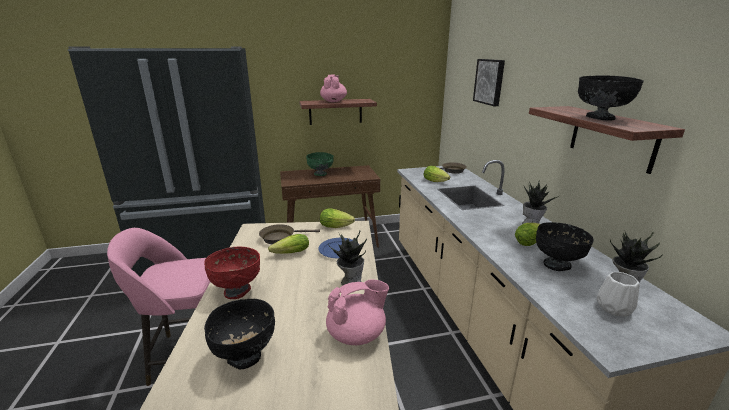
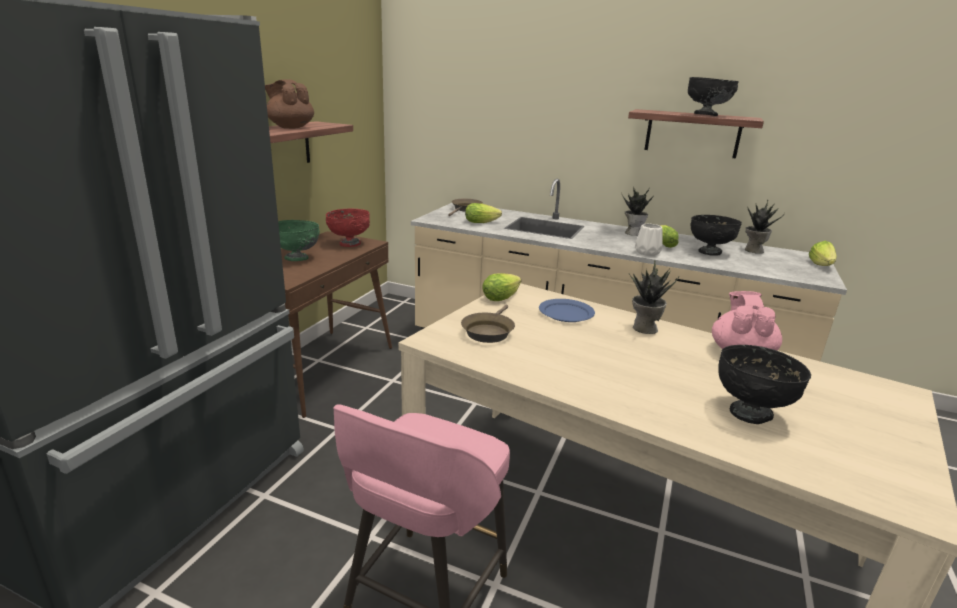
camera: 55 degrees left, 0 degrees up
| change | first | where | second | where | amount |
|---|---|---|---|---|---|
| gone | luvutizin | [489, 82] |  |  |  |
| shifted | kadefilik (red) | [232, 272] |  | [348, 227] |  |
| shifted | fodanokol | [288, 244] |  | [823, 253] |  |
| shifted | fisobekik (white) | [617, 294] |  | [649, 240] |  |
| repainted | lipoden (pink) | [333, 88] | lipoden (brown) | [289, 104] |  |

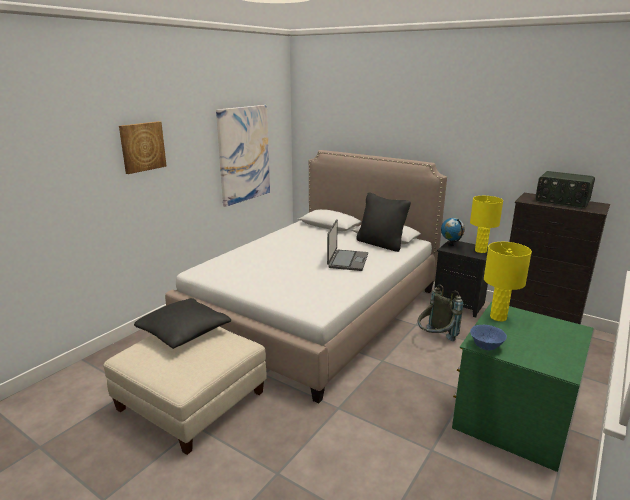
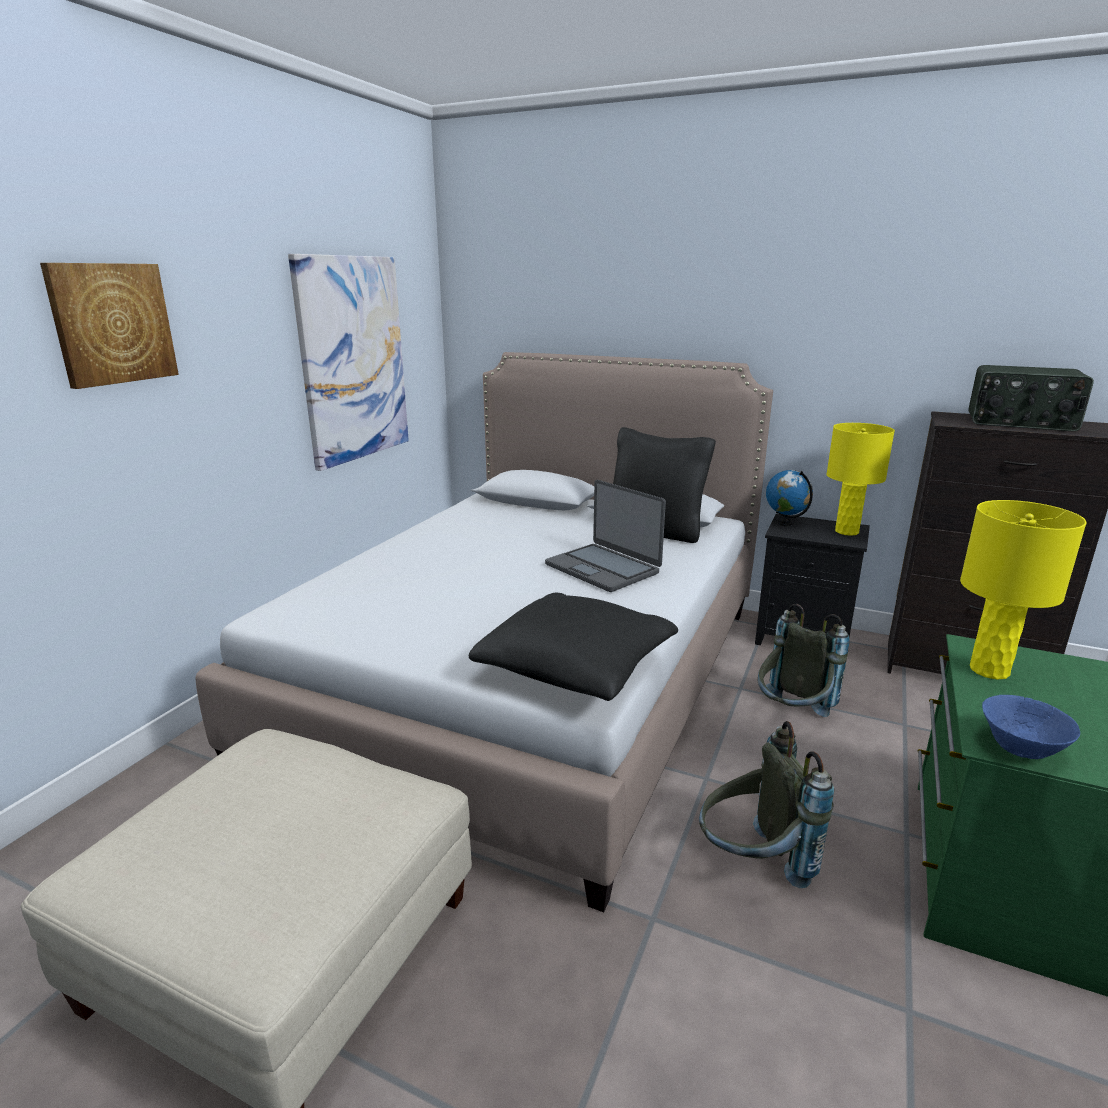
camera: 10 degrees left, 0 degrees up
| change | first | where | second | where | amount |
|---|---|---|---|---|---|
| new |  |  | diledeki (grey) | [766, 804] |  |
| shifted | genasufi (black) | [182, 323] |  | [573, 646] |  |
| rotated | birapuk | [347, 245] |  | [605, 536] | 135 degrees clockwise |

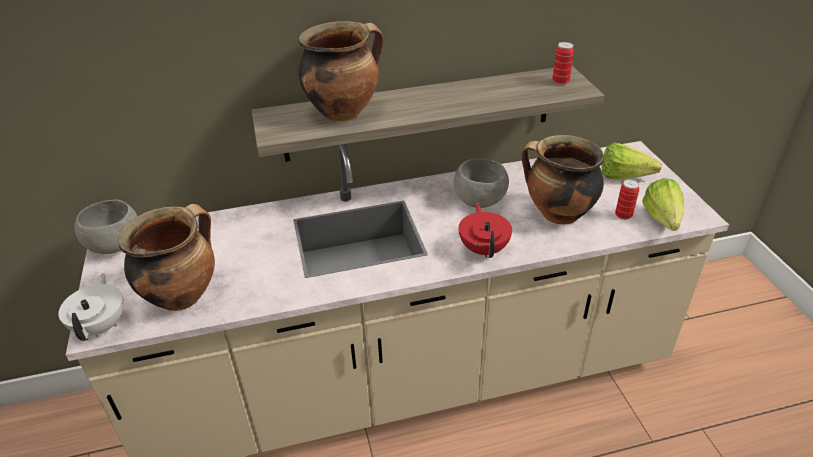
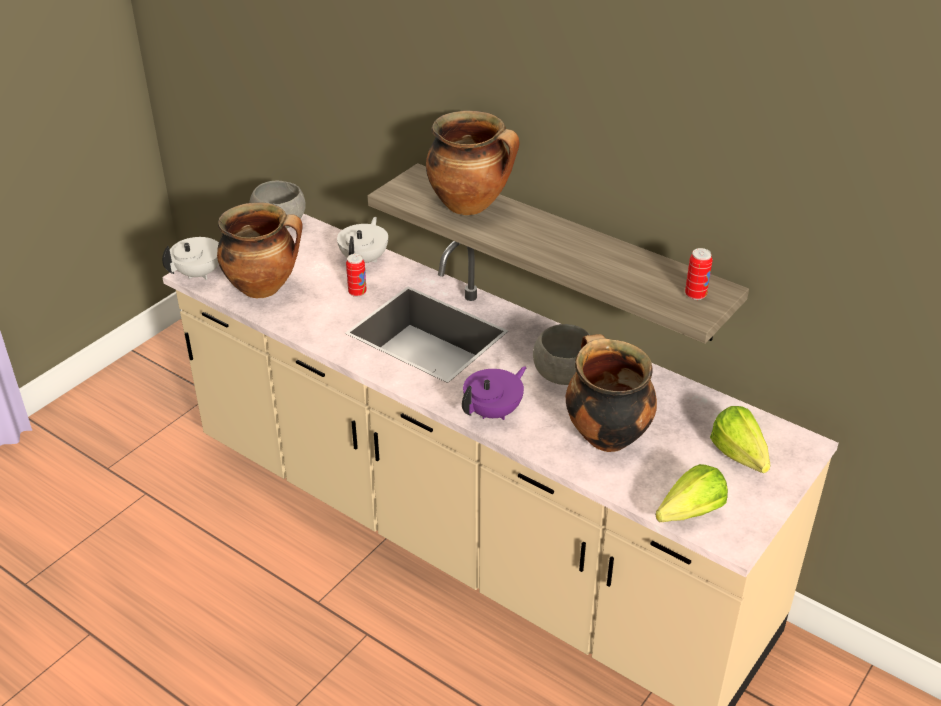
camera: 50 degrees right, 0 degrees up
| change | first | where | second | where | amount |
|---|---|---|---|---|---|
| new |  |  | lipoden (white) | [362, 240] |  |
| shifted | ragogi | [627, 199] |  | [356, 275] |  |
| repainted | lipoden (red) | [485, 230] | lipoden (purple) | [494, 393] |  |

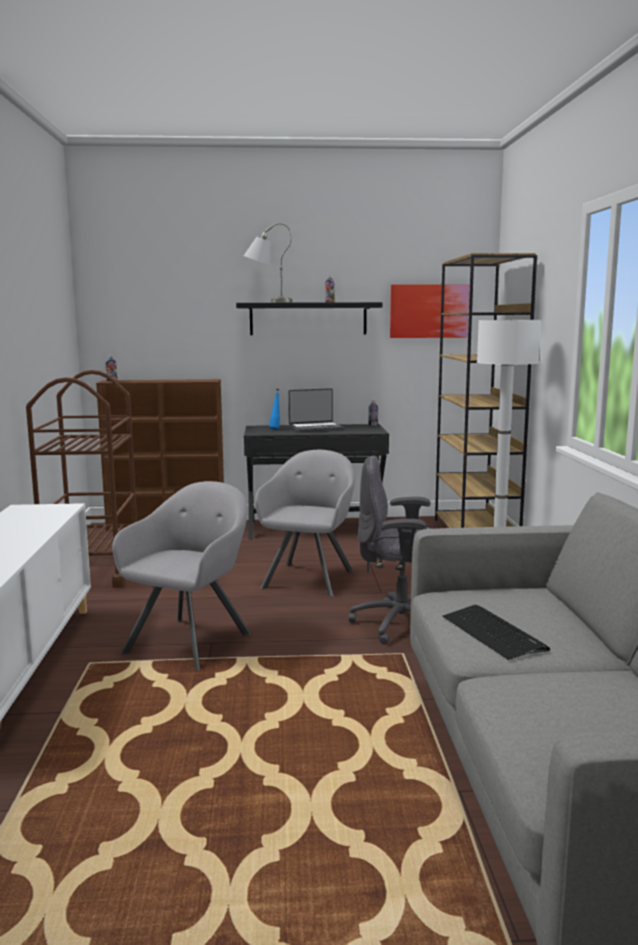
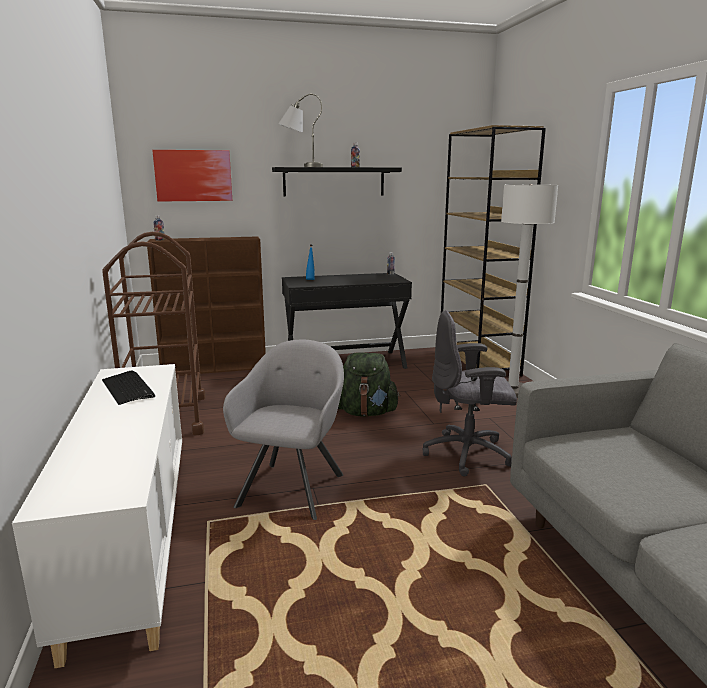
camera: 10 degrees left, 5 degrees up
| change | first | where | second | where | amount |
|---|---|---|---|---|---|
| gone | birapuk | [316, 410] |  |  |  |
| shifted | luvutizin | [429, 311] |  | [192, 176] |  |
| shifted | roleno | [496, 632] |  | [128, 388] |  |
| swapped | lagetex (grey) | [305, 523] | diledeki (green) | [369, 384] |  |

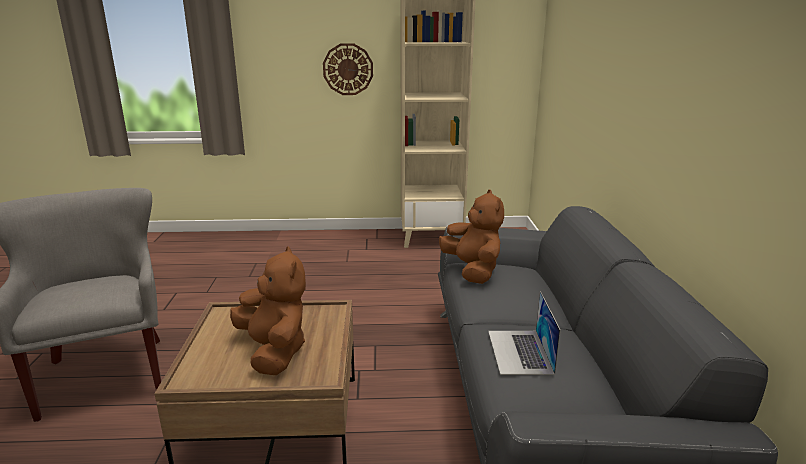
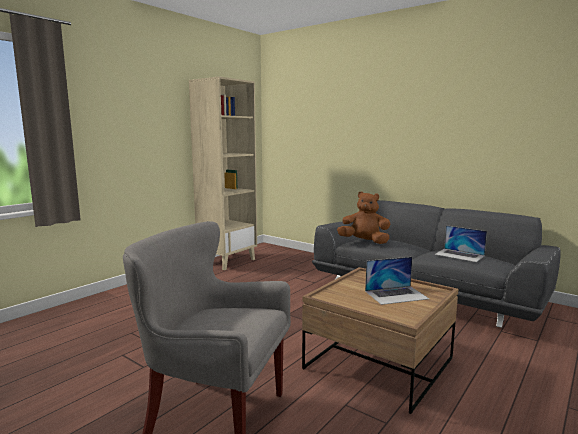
camera: 50 degrees left, 10 degrees down
| change | first | where | second | where | amount |
|---|---|---|---|---|---|
| gone | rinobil | [348, 69] |  |  |  |
| swapped | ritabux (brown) | [268, 310] | birapuk | [397, 281] |  |

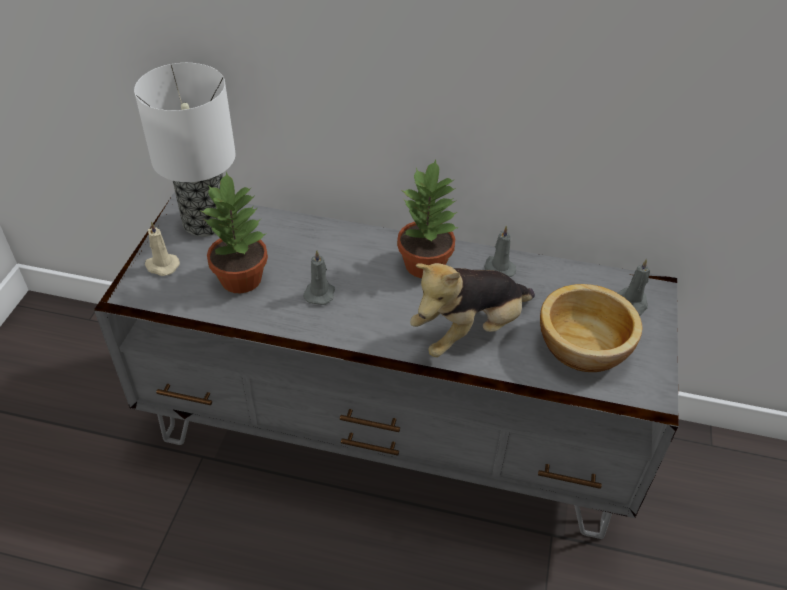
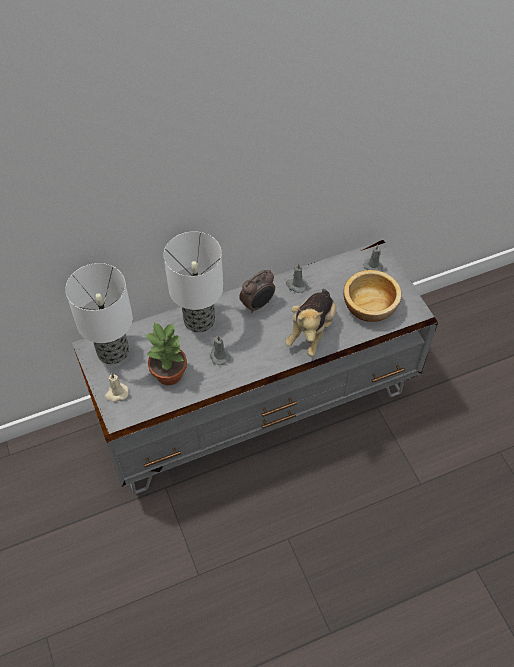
camera: 35 degrees left, 10 degrees up
| change | first | where | second | where | amount |
|---|---|---|---|---|---|
| new |  |  | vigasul | [193, 282] |  |
| swapped | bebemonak | [428, 219] | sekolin | [257, 292] |  |

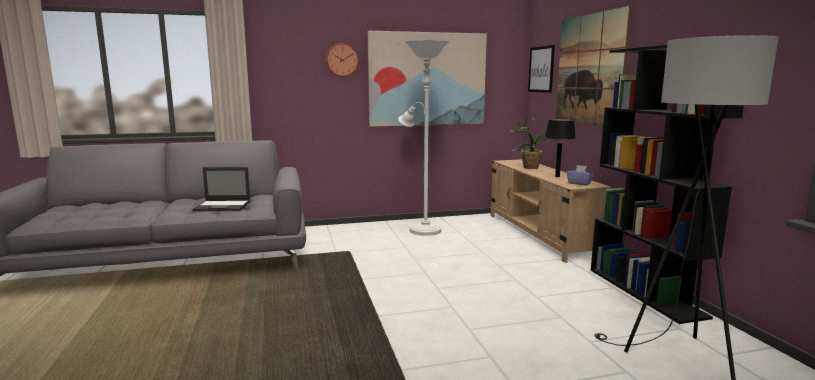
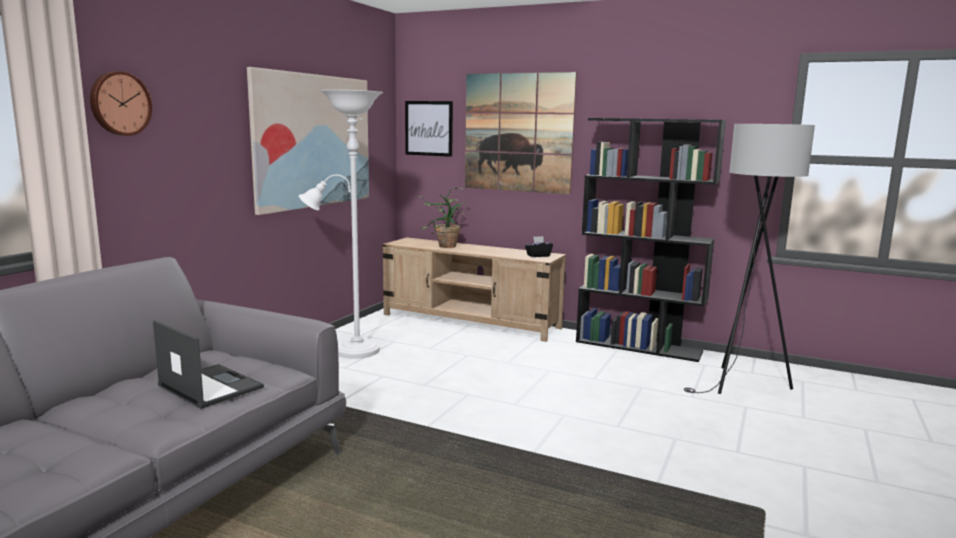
camera: 50 degrees left, 0 degrees up
| change | first | where | second | where | amount |
|---|---|---|---|---|---|
| gone | vigasul (black) | [560, 148] |  |  |  |
| shifted | rinobil | [342, 60] |  | [121, 103] |  |
| repainted | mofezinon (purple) | [580, 175] | mofezinon (black) | [539, 246] |  |
| rotated | birapuk | [221, 189] |  | [208, 364] | 90 degrees counterclockwise |

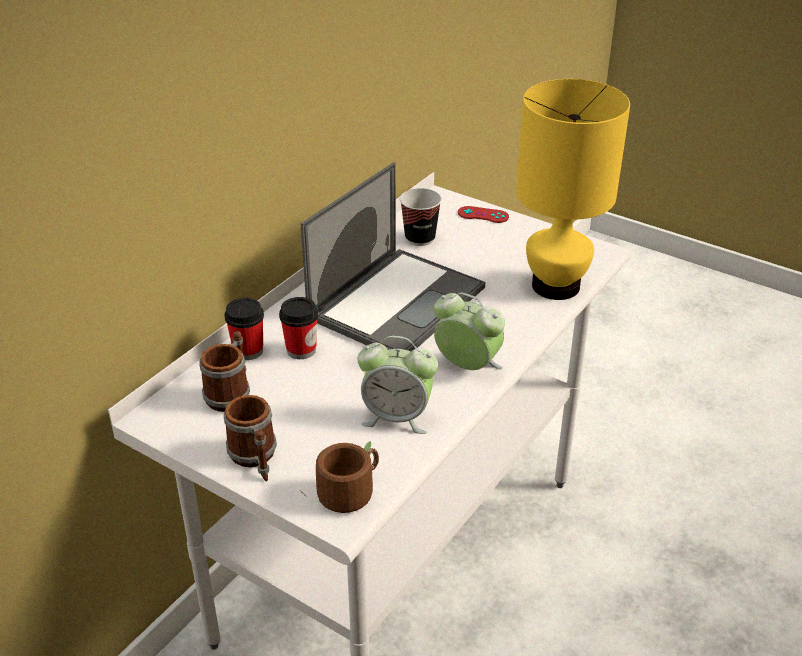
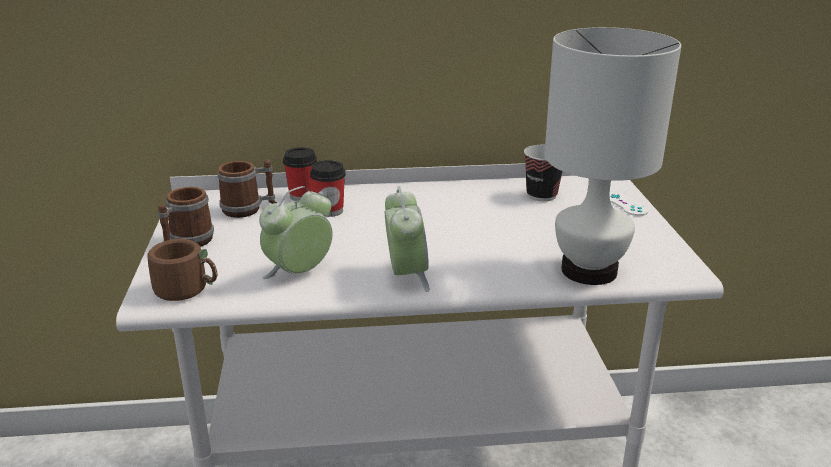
camera: 50 degrees right, 10 degrees down
| change | first | where | second | where | amount |
|---|---|---|---|---|---|
| gone | birapuk | [393, 256] |  |  |  |
| repainted | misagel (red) | [483, 214] | misagel (white) | [629, 204] |  |
| repainted | vigasul (yellow) | [573, 189] | vigasul (white) | [612, 156] |  |
| rotated | sekolin | [397, 385] |  | [296, 232] | 75 degrees clockwise |

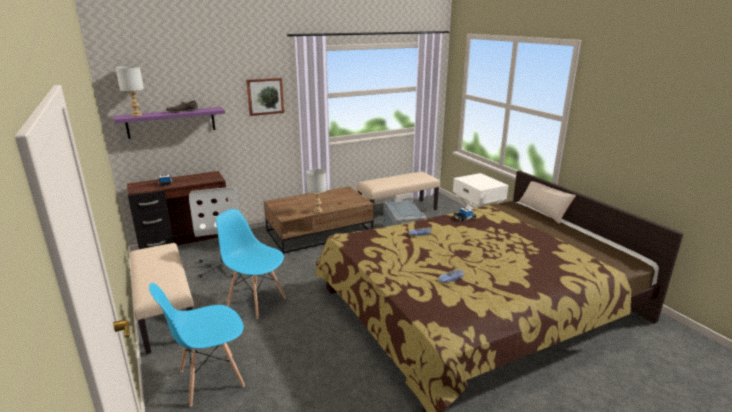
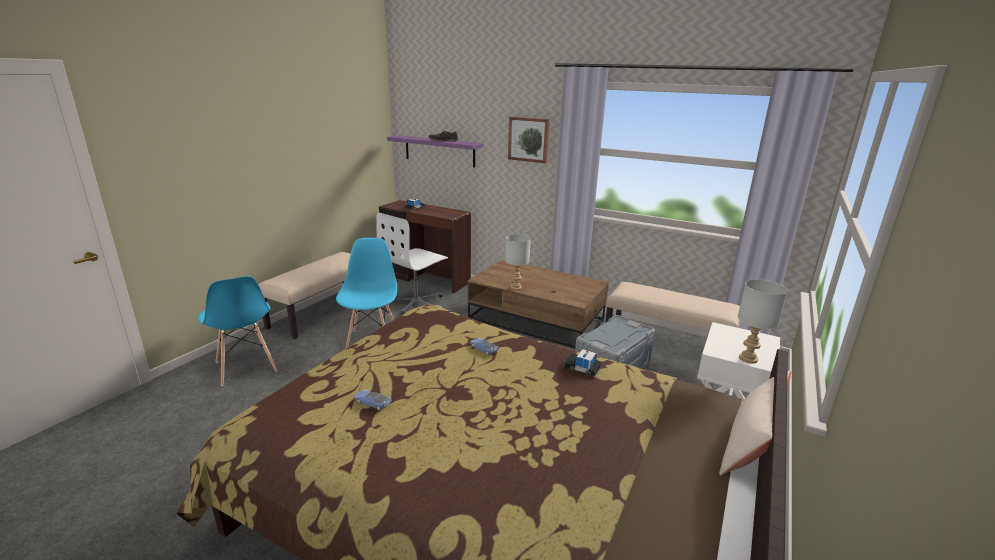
camera: 55 degrees right, 0 degrees up
| change | first | where | second | where | amount |
|---|---|---|---|---|---|
| shifted | vigasul (grey) | [130, 91] |  | [763, 321] |  |
| rotated | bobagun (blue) | [197, 345] |  | [238, 331] | 150 degrees counterclockwise |

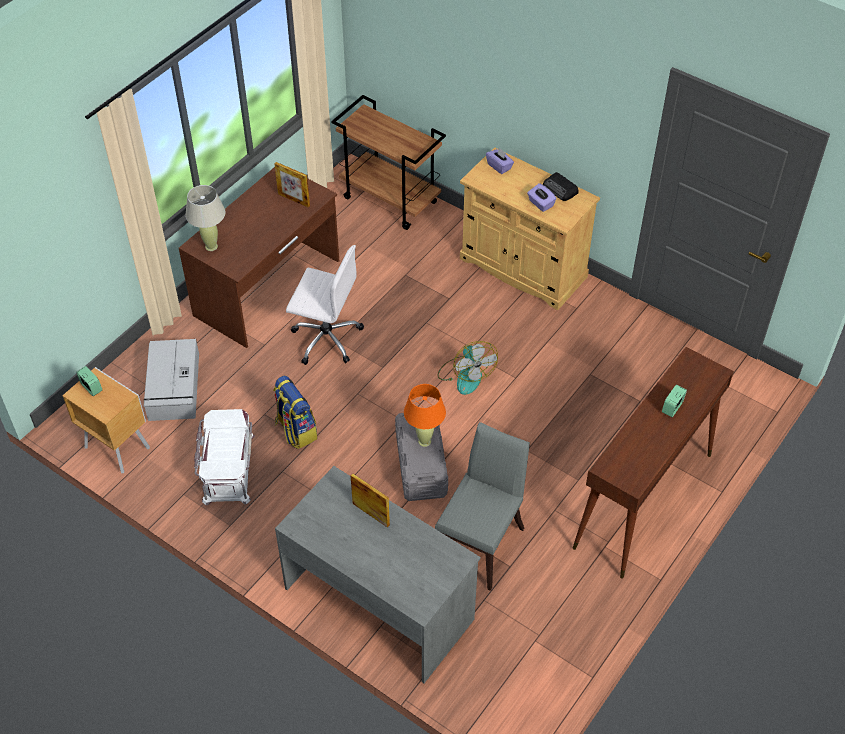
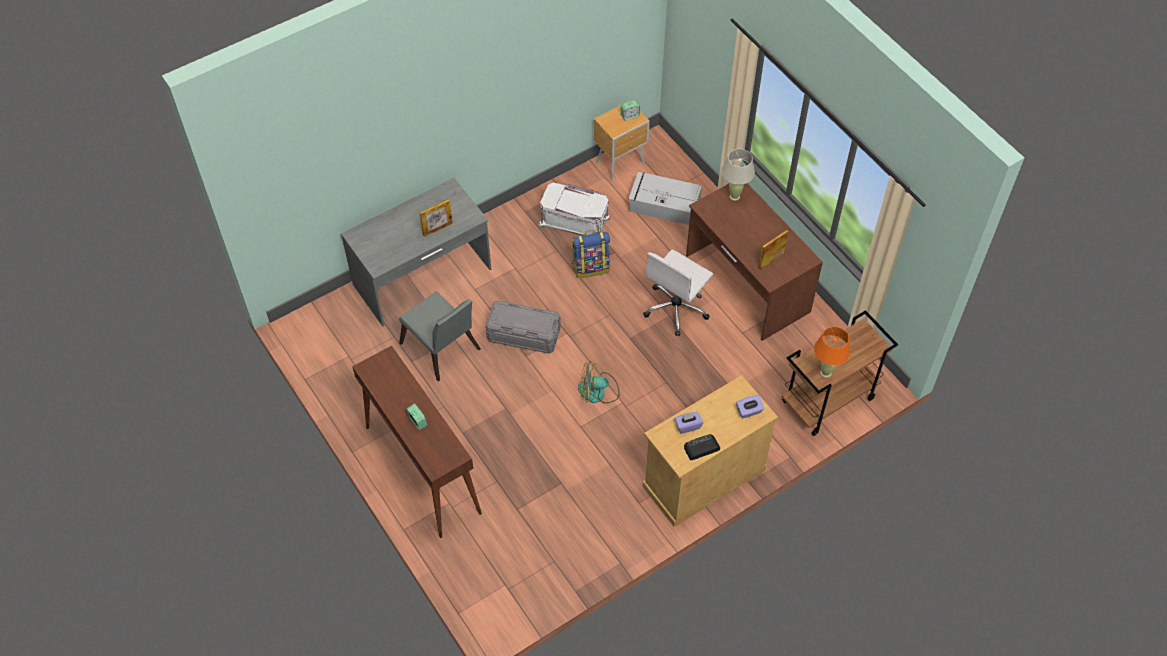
camera: 110 degrees right, 5 degrees up
| change | first | where | second | where | amount |
|---|---|---|---|---|---|
| shifted | vigasul (orange) | [425, 415] |  | [832, 352] |  |

